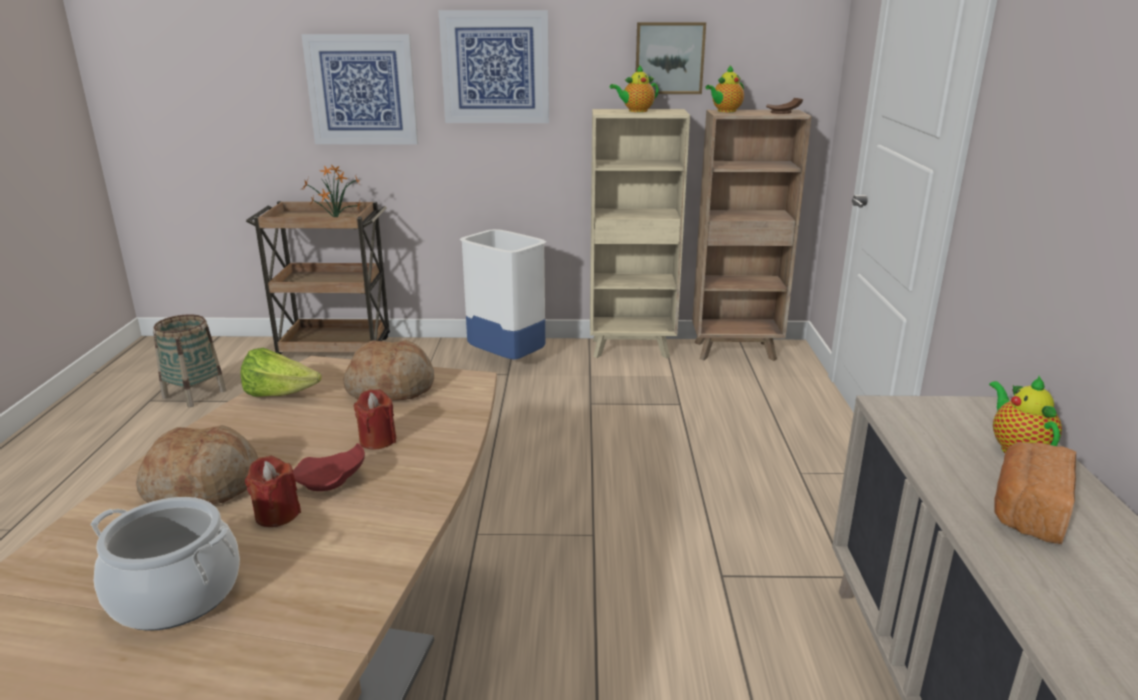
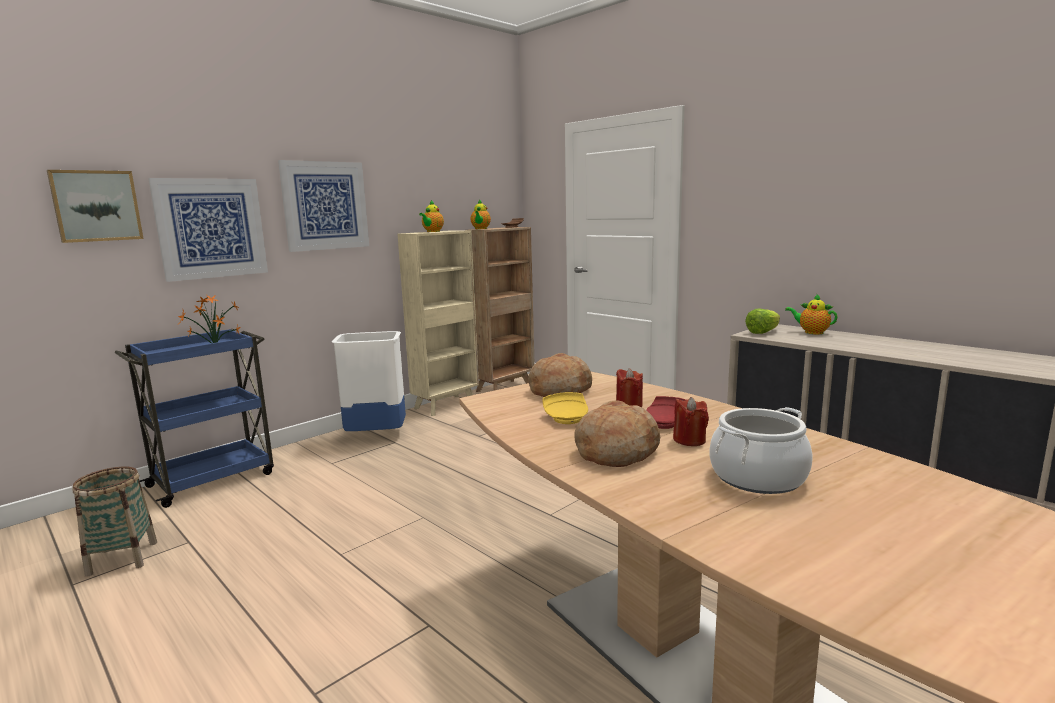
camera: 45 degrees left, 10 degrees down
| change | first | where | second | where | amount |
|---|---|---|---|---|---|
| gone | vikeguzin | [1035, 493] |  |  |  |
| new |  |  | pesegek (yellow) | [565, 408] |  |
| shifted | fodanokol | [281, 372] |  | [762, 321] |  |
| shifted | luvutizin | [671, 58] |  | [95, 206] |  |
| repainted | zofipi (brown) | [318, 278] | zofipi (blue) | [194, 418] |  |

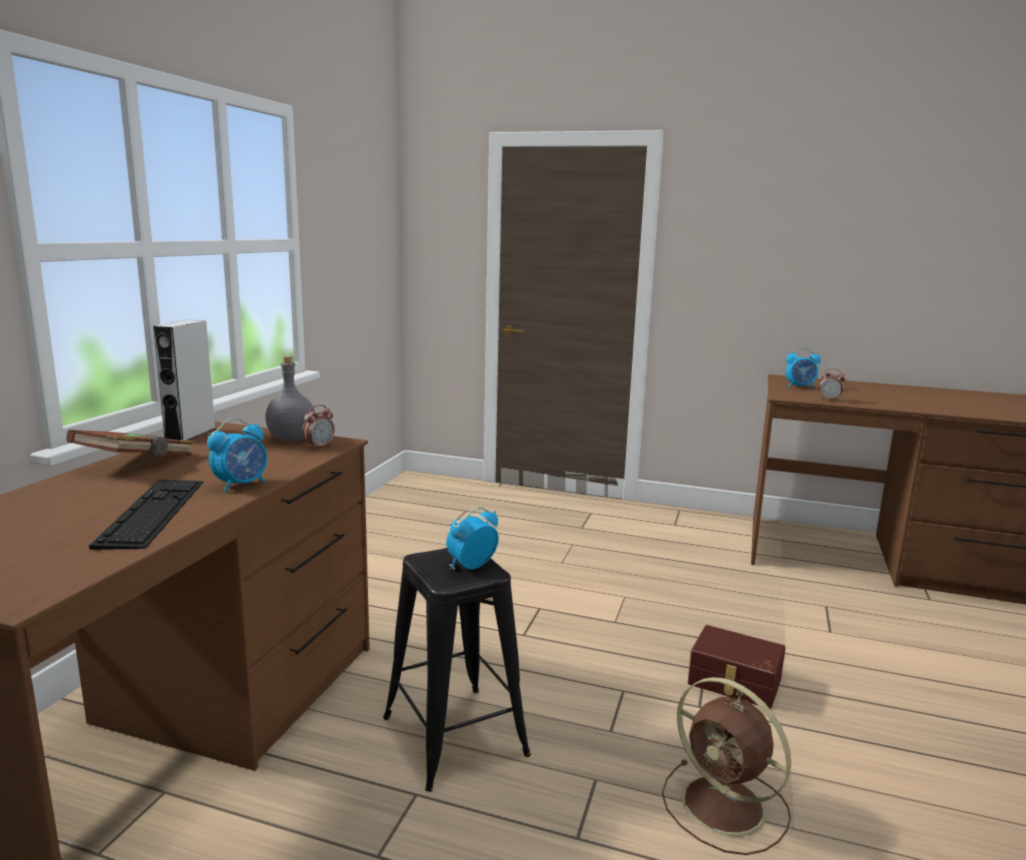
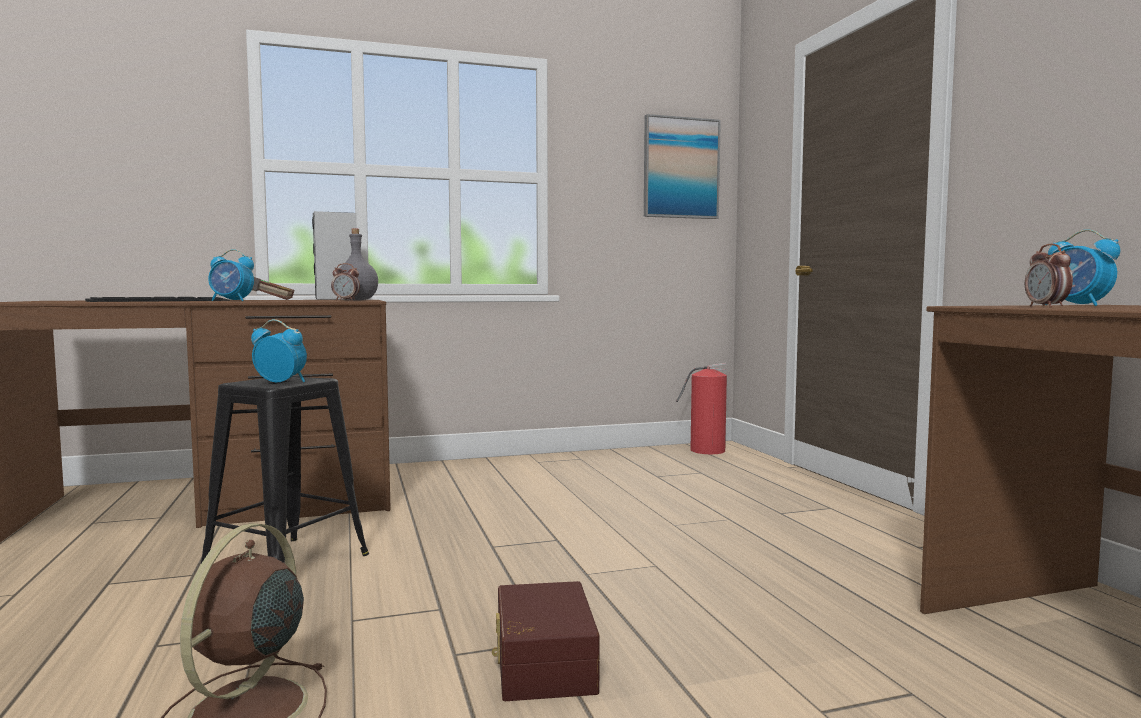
camera: 55 degrees right, 10 degrees down
| change | first | where | second | where | amount |
|---|---|---|---|---|---|
| new |  |  | luvutizin | [682, 166] |  |
| new |  |  | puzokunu | [701, 408] |  |

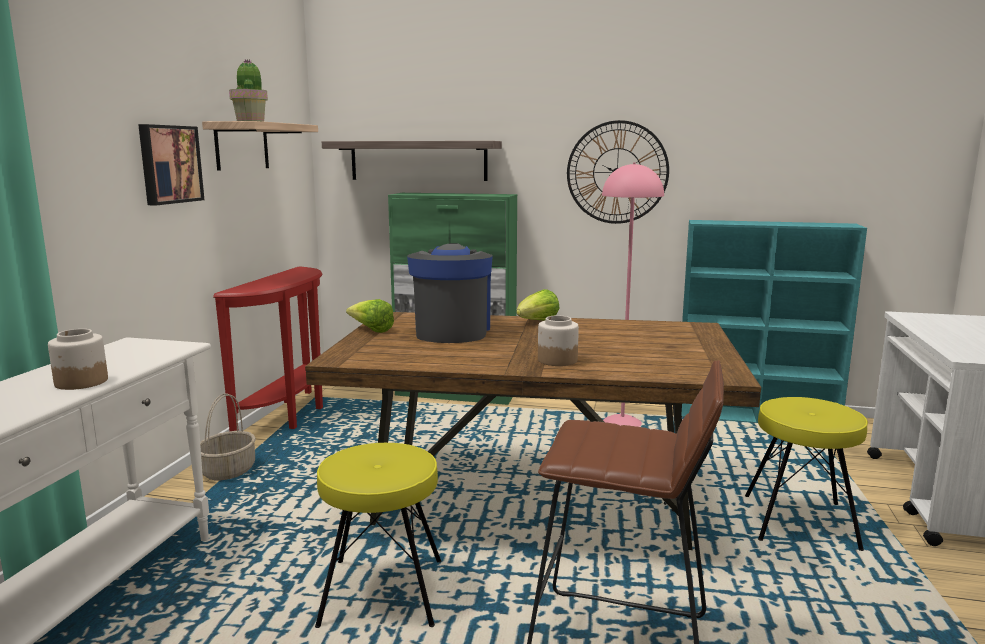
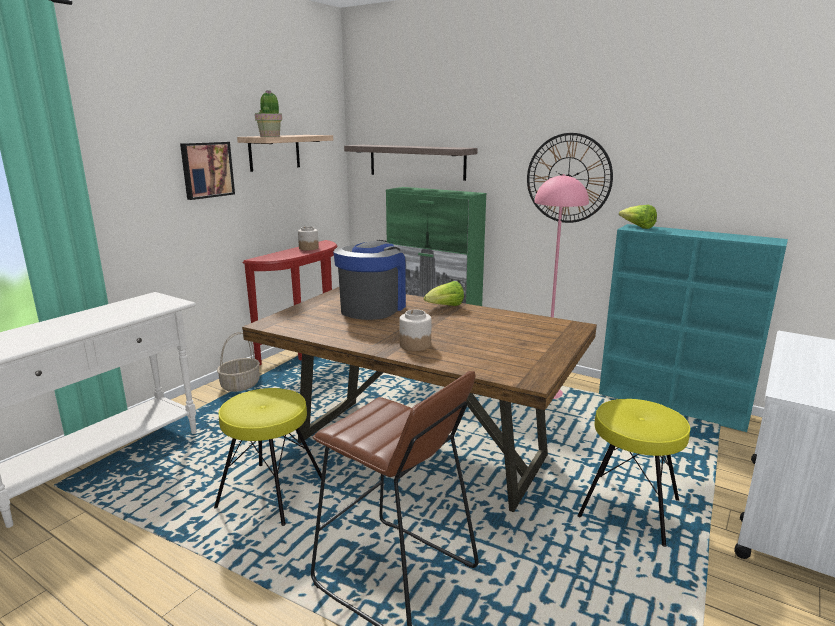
camera: 20 degrees right, 5 degrees up
| change | first | where | second | where | amount |
|---|---|---|---|---|---|
| shifted | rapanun | [78, 359] |  | [308, 238] |  |
| shifted | fodanokol | [370, 316] |  | [638, 217] |  |

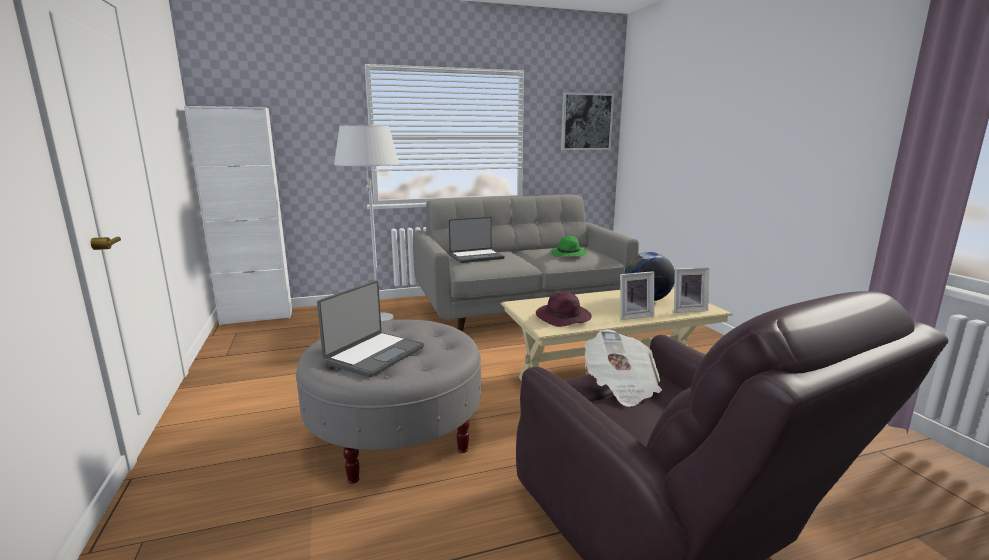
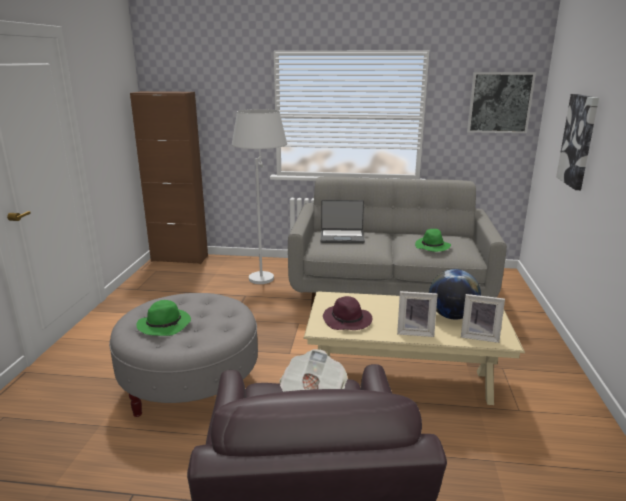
camera: 25 degrees right, 5 degrees up
| change | first | where | second | where | amount |
|---|---|---|---|---|---|
| new |  |  | luvutizin | [577, 142] |  |
| swapped | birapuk | [370, 328] | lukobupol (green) | [163, 318] |  |
| repainted | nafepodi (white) | [238, 216] | nafepodi (brown) | [169, 177] |  |

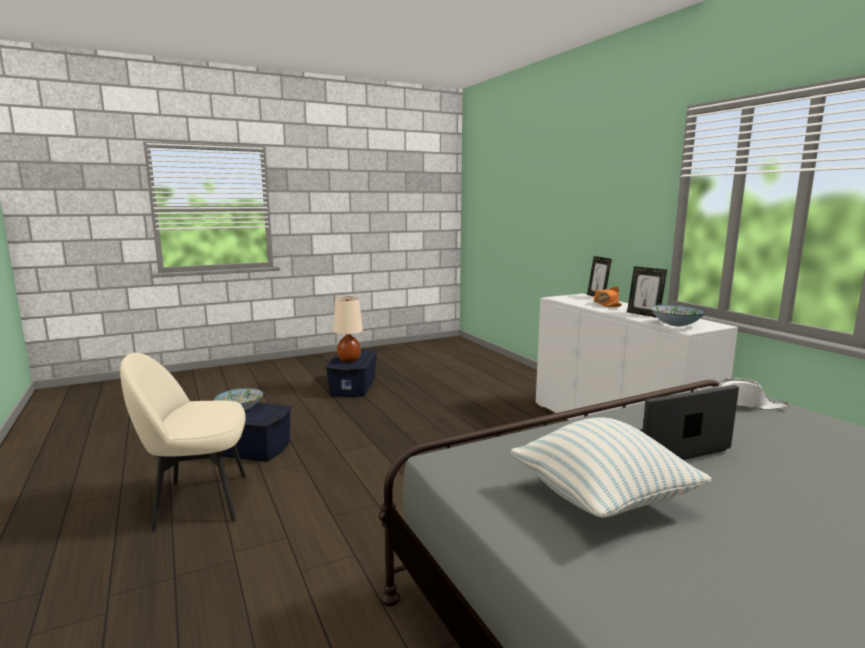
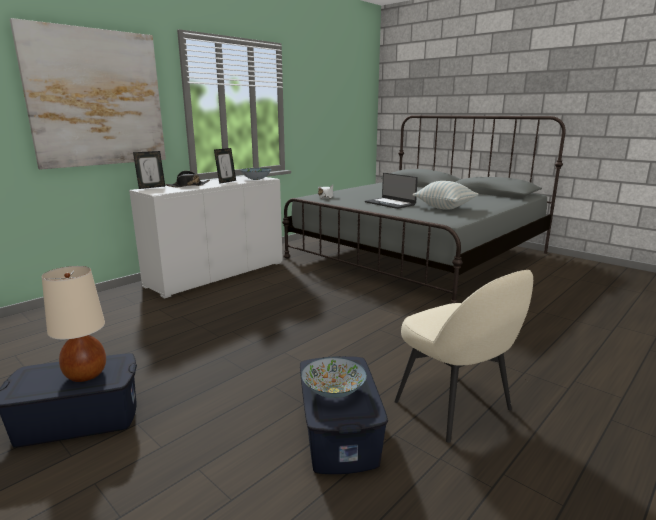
camera: 110 degrees left, 5 degrees up
| change | first | where | second | where | amount |
|---|---|---|---|---|---|
| new |  |  | luvutizin | [88, 94] |  |
| repainted | lukobupol (orange) | [607, 296] | lukobupol (black) | [188, 179] |  |

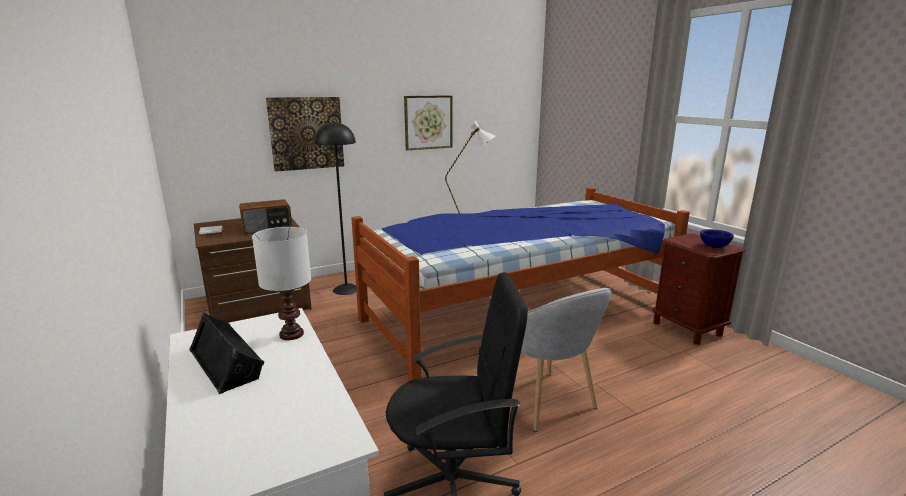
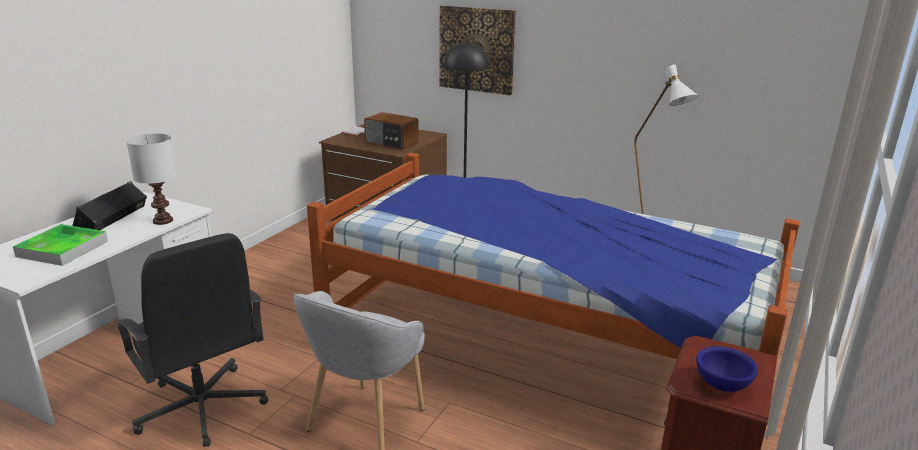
camera: 55 degrees right, 5 degrees up
| change | first | where | second | where | amount |
|---|---|---|---|---|---|
| gone | luvutizin | [428, 122] |  |  |  |
| new |  |  | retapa | [60, 245] |  |

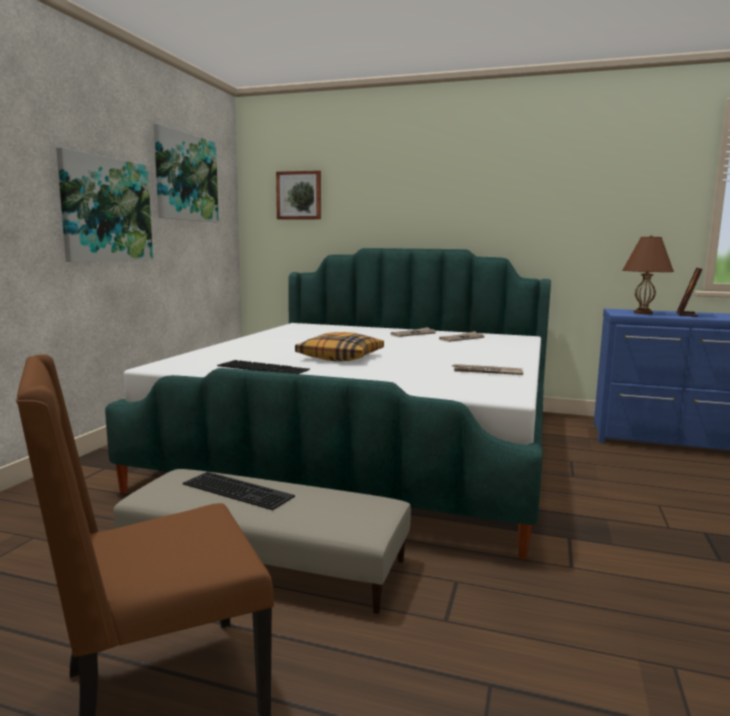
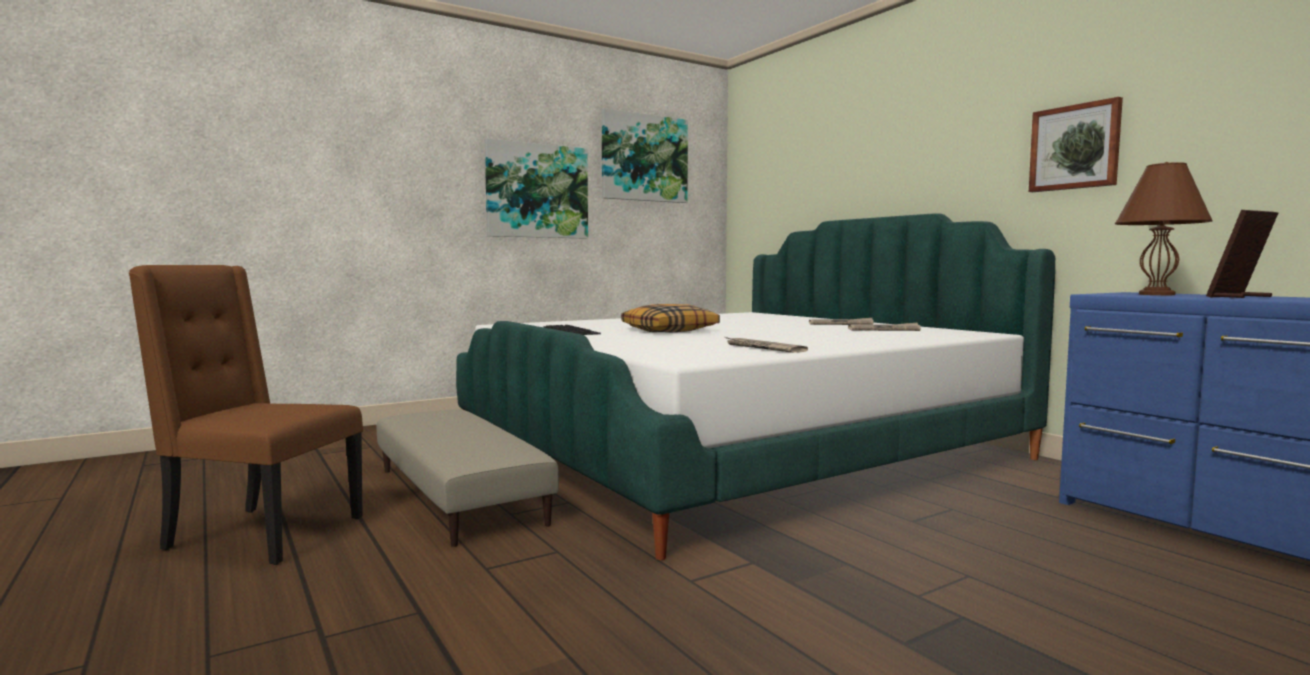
camera: 40 degrees right, 5 degrees down
| change | first | where | second | where | amount |
|---|---|---|---|---|---|
| gone | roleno | [239, 491] |  |  |  |
| shifted | luvutizin | [298, 194] |  | [1076, 144] |  |

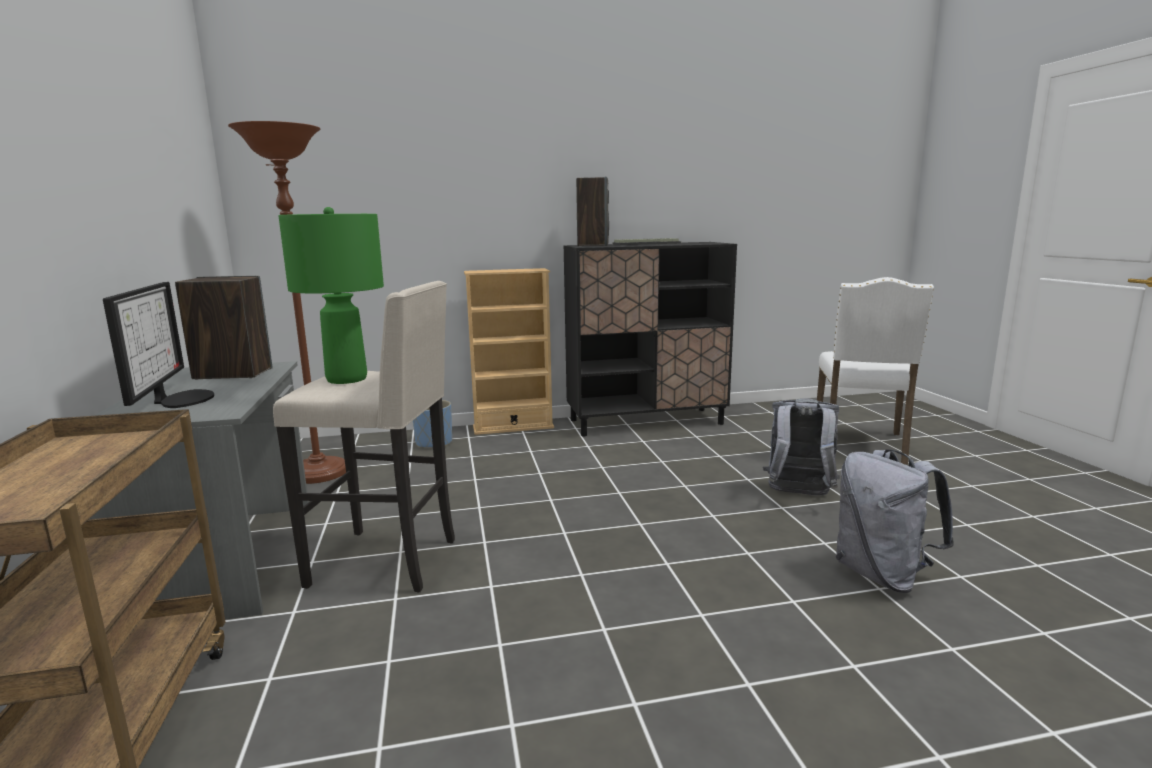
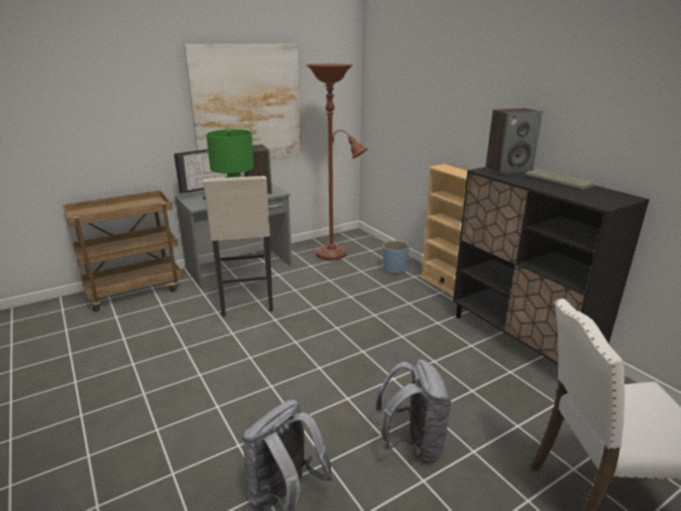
camera: 70 degrees right, 10 degrees up
| change | first | where | second | where | amount |
|---|---|---|---|---|---|
| new |  |  | luvutizin | [243, 102] |  |

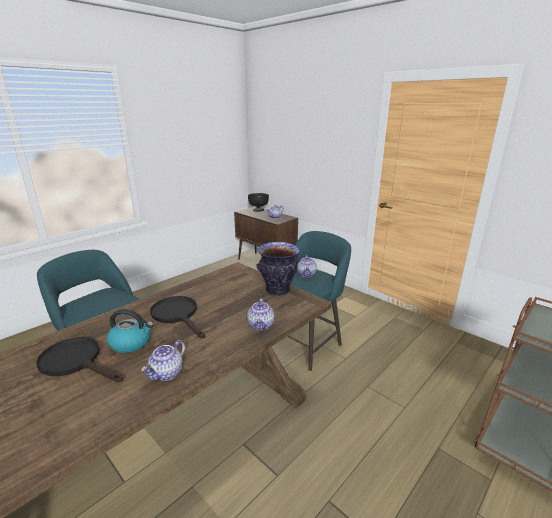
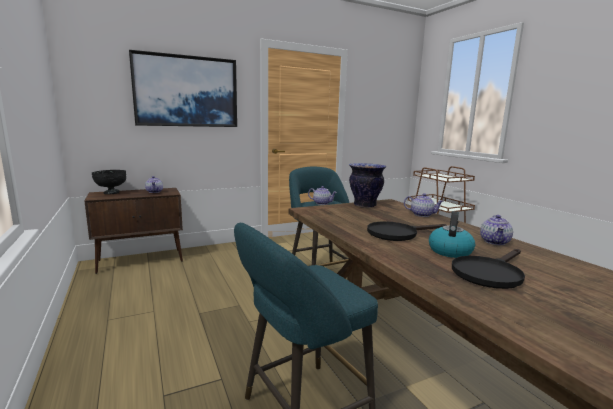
camera: 70 degrees left, 10 degrees down
| change | first | where | second | where | amount |
|---|---|---|---|---|---|
| new |  |  | luvutizin | [183, 88] |  |
| rotated | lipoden | [163, 360] |  | [496, 230] | 60 degrees clockwise |

